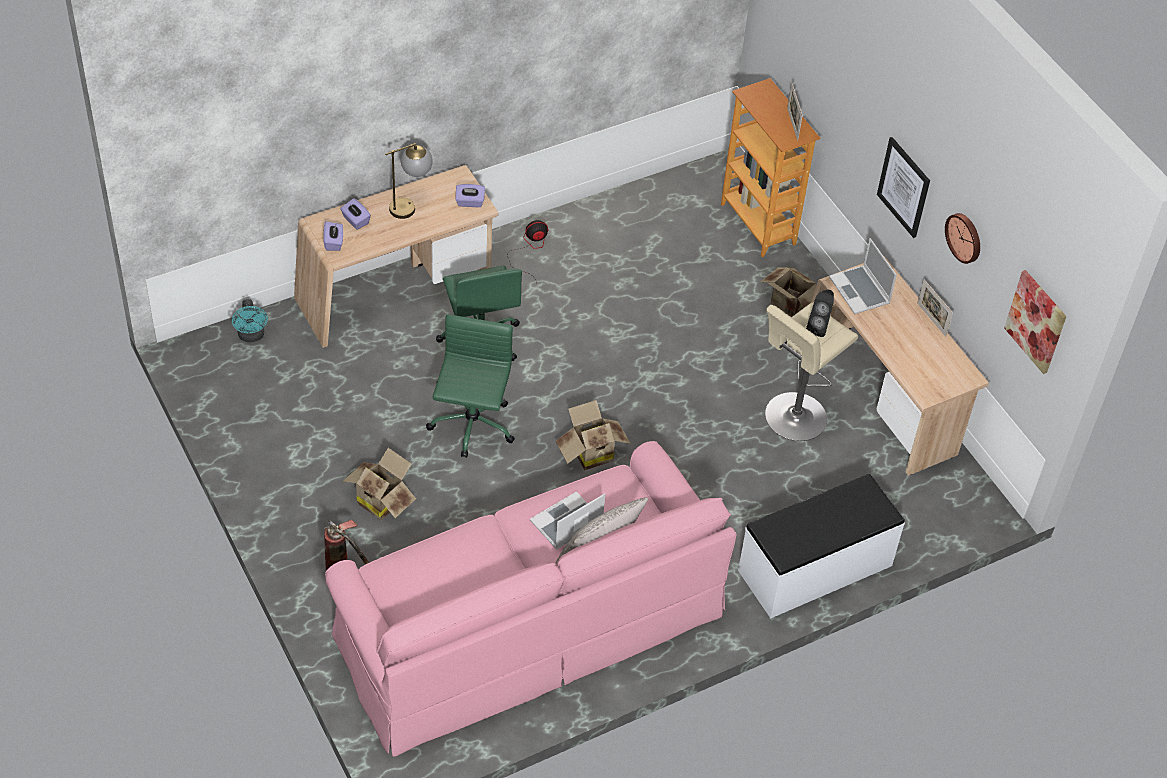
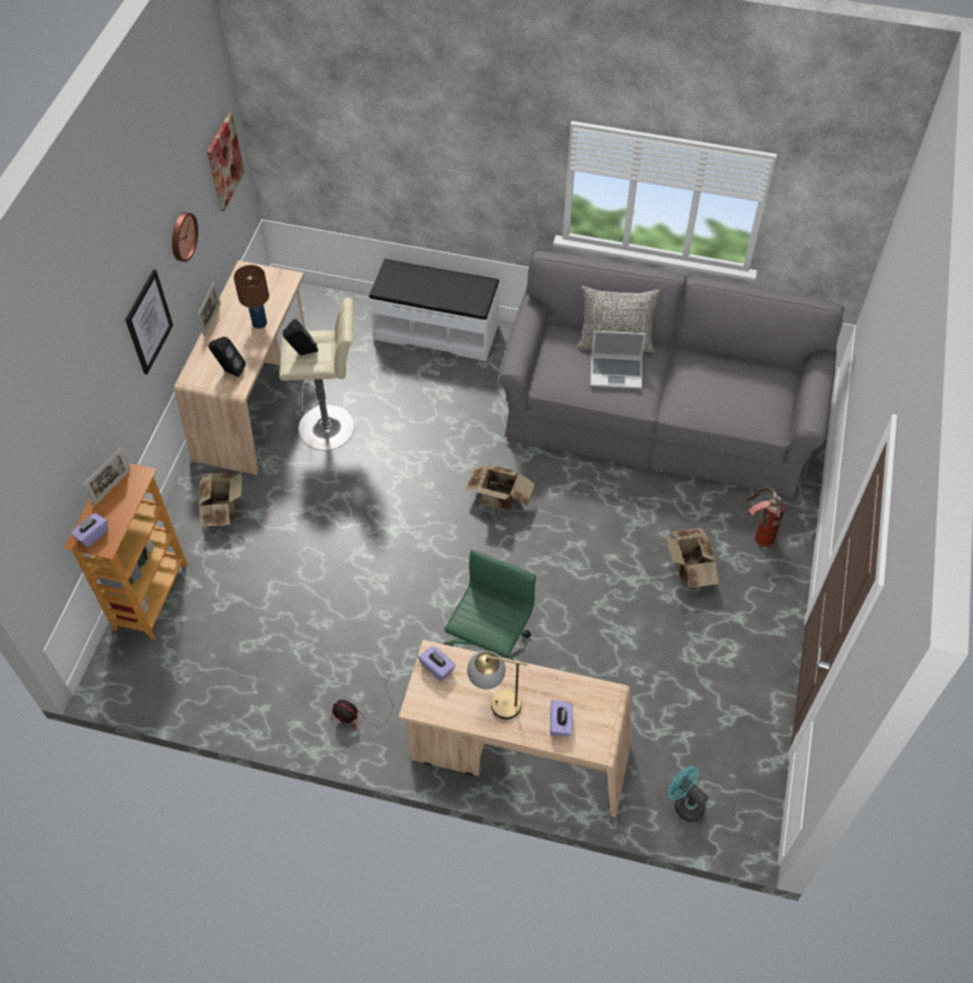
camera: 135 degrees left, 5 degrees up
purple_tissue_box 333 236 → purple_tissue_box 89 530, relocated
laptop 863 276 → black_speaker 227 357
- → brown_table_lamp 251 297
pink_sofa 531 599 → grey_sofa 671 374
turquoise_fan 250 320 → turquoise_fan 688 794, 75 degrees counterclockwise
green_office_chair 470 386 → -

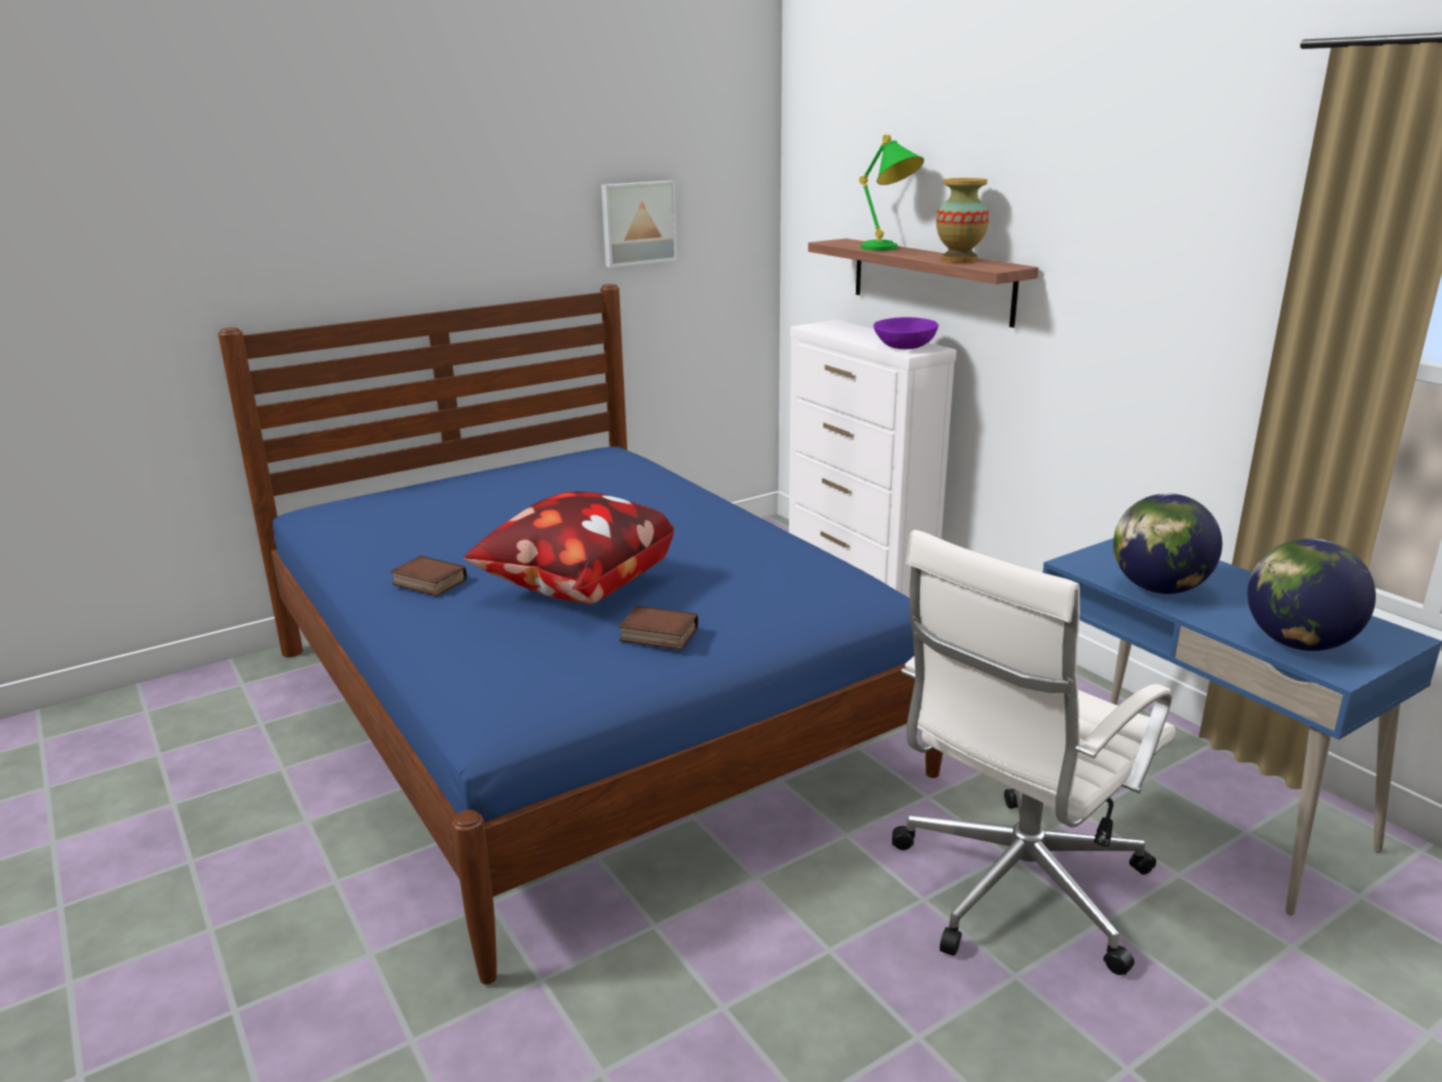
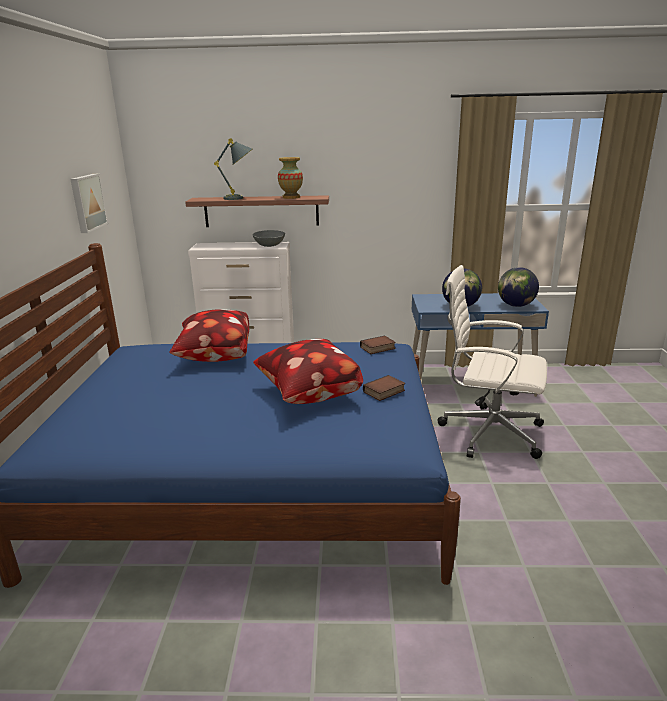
camera: 55 degrees left, 0 degrees up
- → pillow 209 335
green_table_lamp 891 193 → grey_table_lamp 233 169
purple_bowl 905 333 → grey_bowl 269 238
book 428 576 → book 378 345, relocated
white_office_chair 1033 752 → white_office_chair 492 362, 120 degrees clockwise

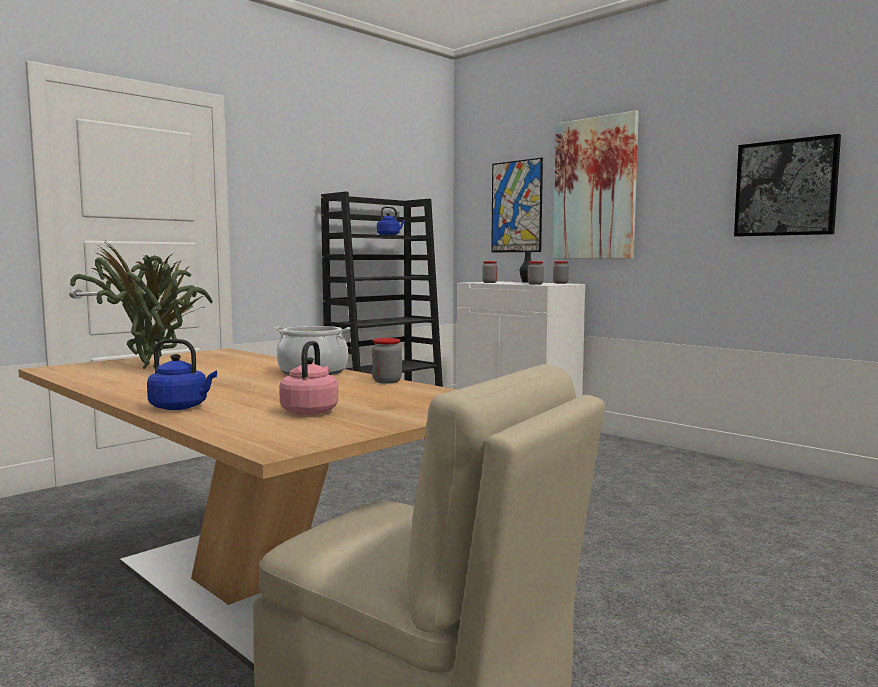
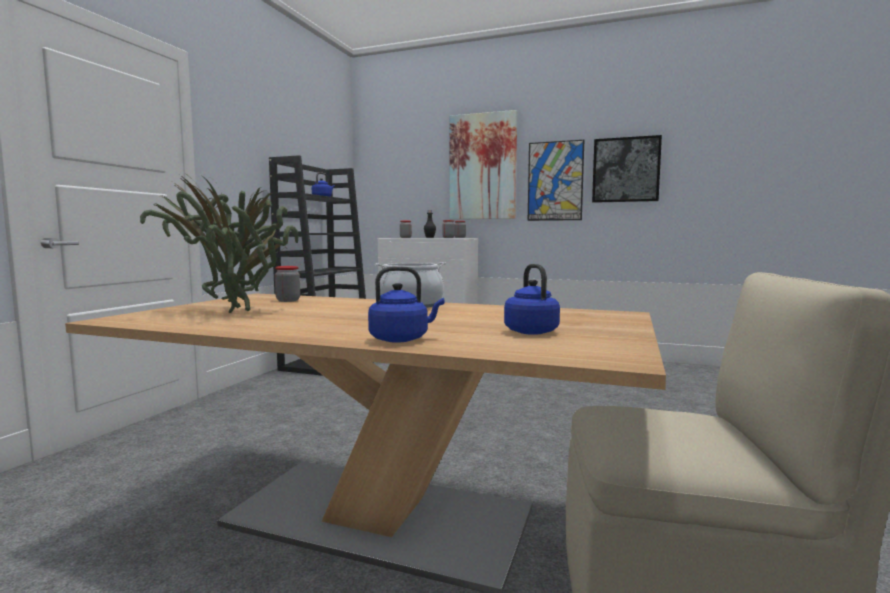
camera: 25 degrees left, 0 degrees up
jar 387 361 → jar 287 284, relocated
pink_kettle 308 378 → blue_kettle 532 299
picture 517 205 → picture 556 180, relocated

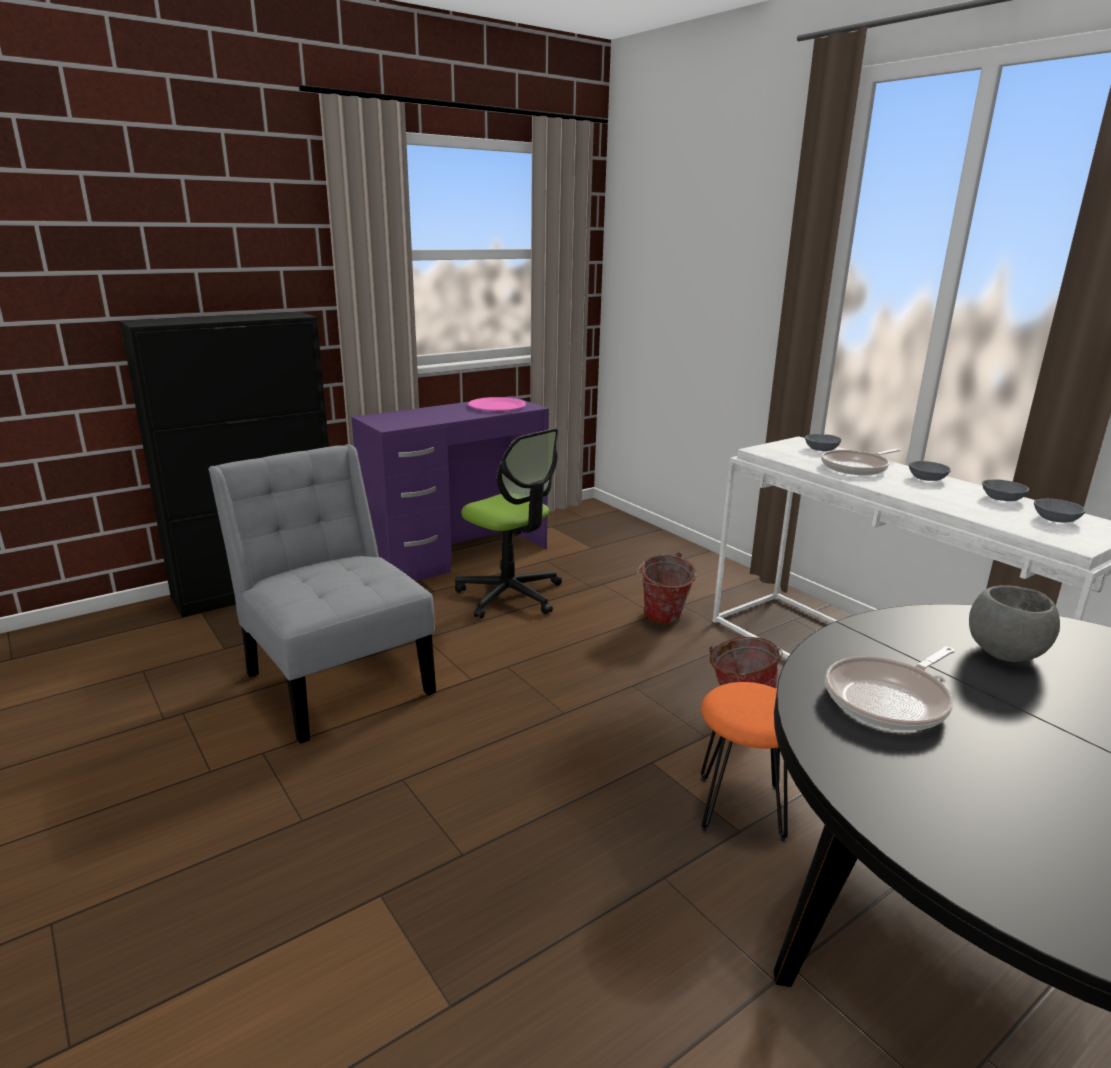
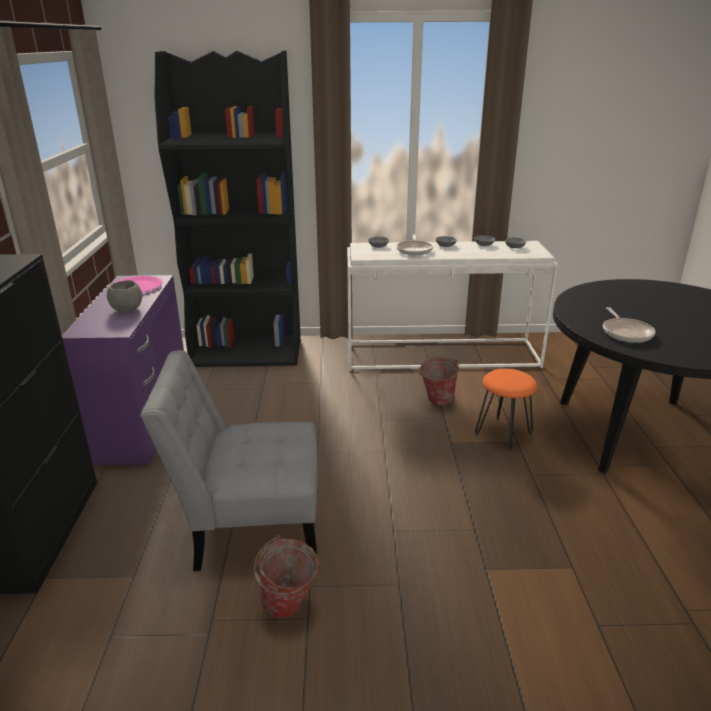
camera: 55 degrees left, 5 degrees up
grey_bowl 1014 623 → grey_bowl 124 296, relocated
- → black_bookcase 227 208
bucket 667 588 → bucket 287 577, relocated
office_chair 508 523 → -

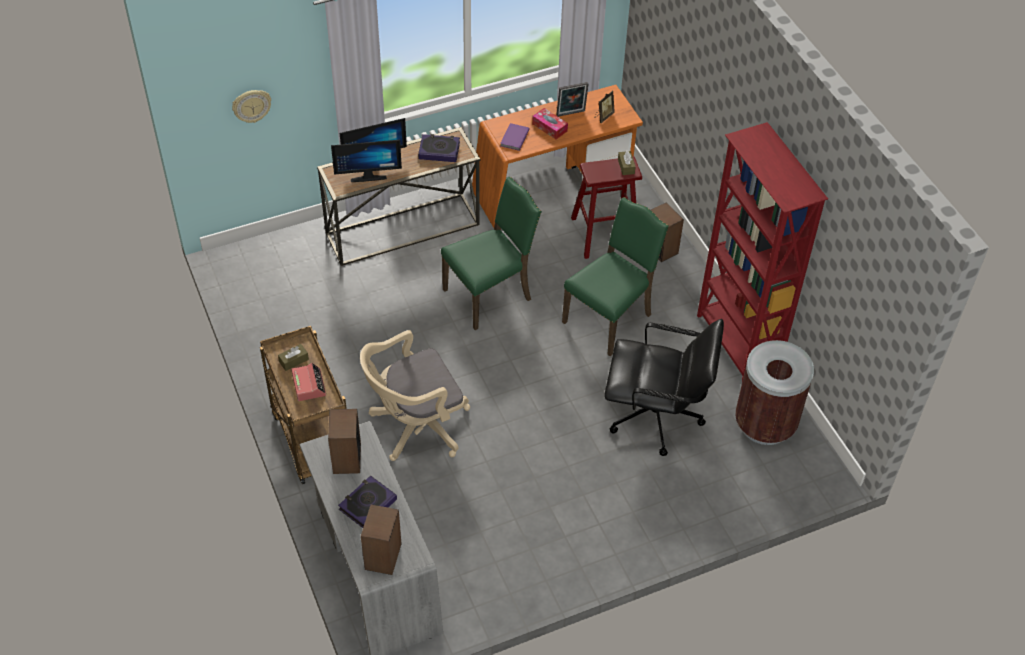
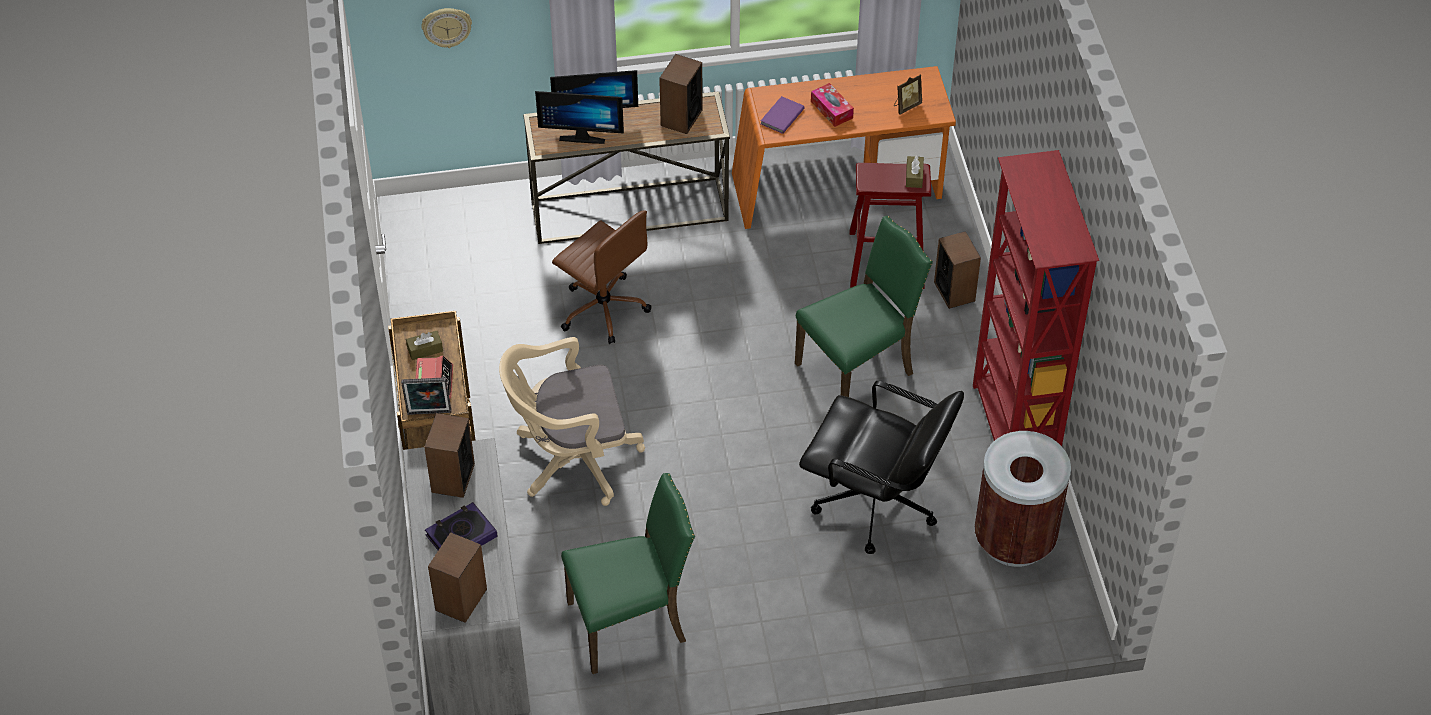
camera: 15 degrees right, 0 degrees up
picture_frame 572 99 → picture_frame 426 396, relocated
- → brown_office_chair 602 277
green_chair 491 253 → green_chair 628 573, relocated
book 439 148 → speaker 681 94

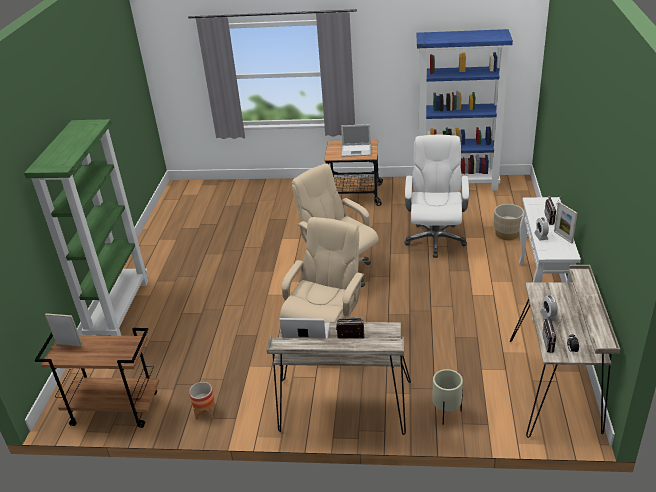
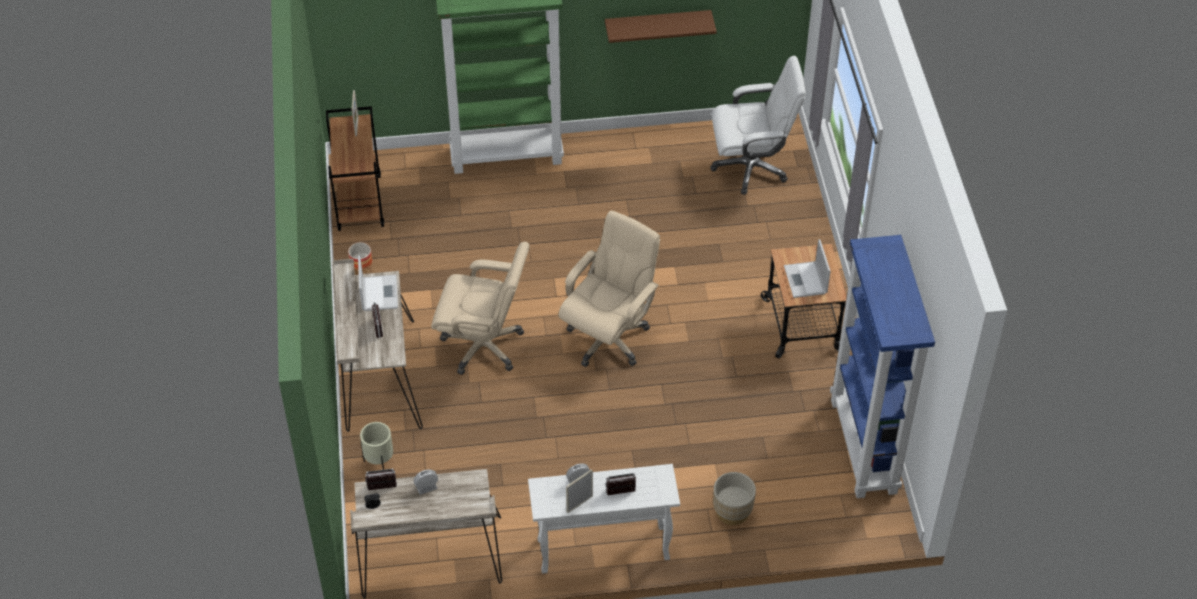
camera: 75 degrees right, 15 degrees up
- → brown_shelf 661 26
white_office_chair 436 196 → white_office_chair 758 125, relocated

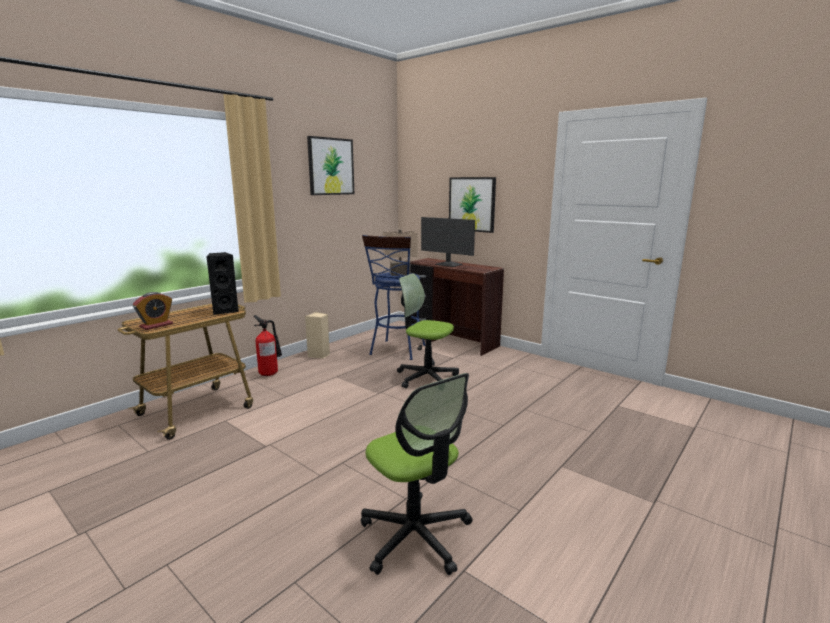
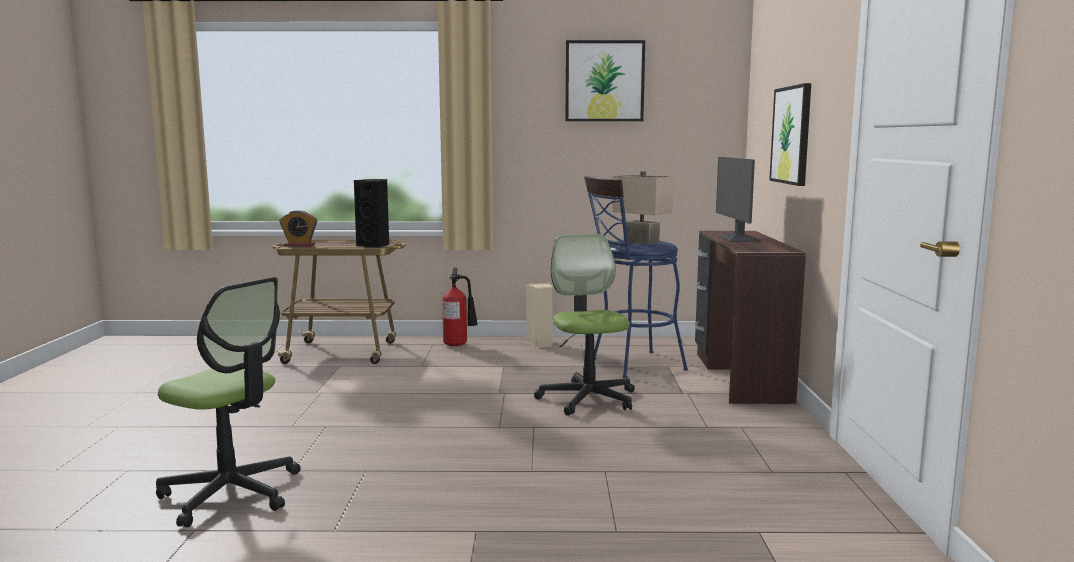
camera: 50 degrees right, 5 degrees down
office_chair 416 474 → office_chair 228 402, 75 degrees counterclockwise

